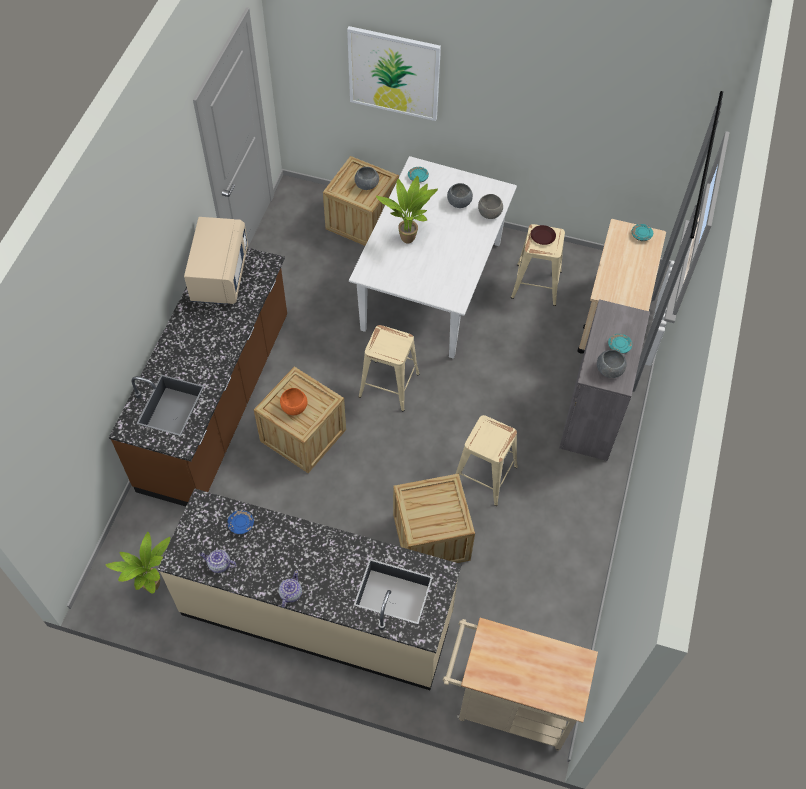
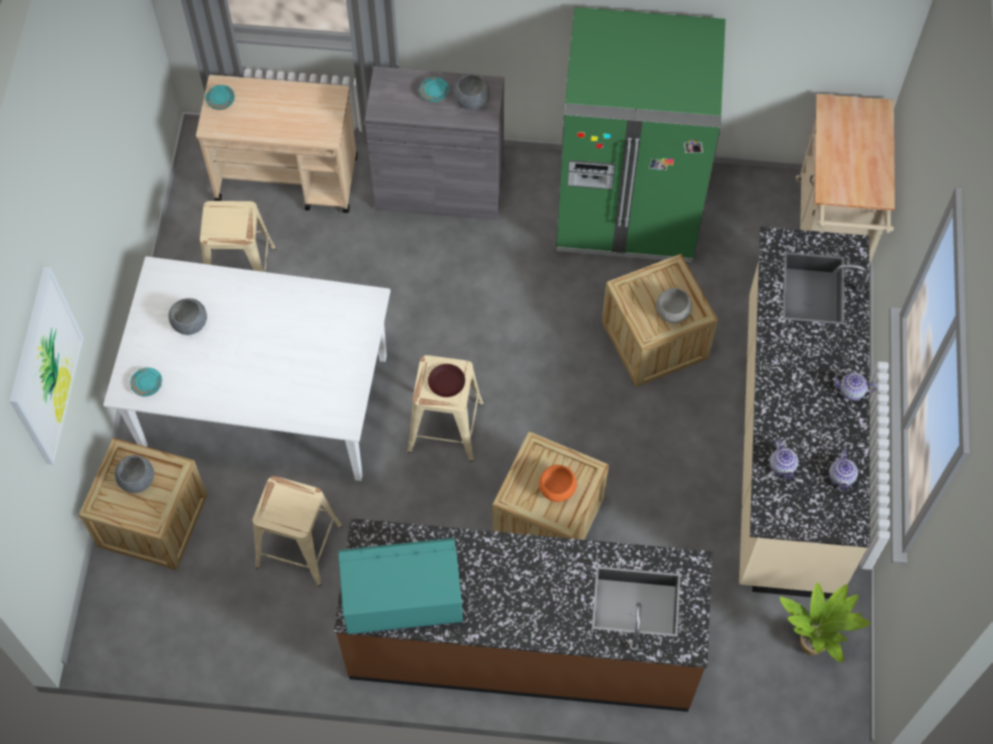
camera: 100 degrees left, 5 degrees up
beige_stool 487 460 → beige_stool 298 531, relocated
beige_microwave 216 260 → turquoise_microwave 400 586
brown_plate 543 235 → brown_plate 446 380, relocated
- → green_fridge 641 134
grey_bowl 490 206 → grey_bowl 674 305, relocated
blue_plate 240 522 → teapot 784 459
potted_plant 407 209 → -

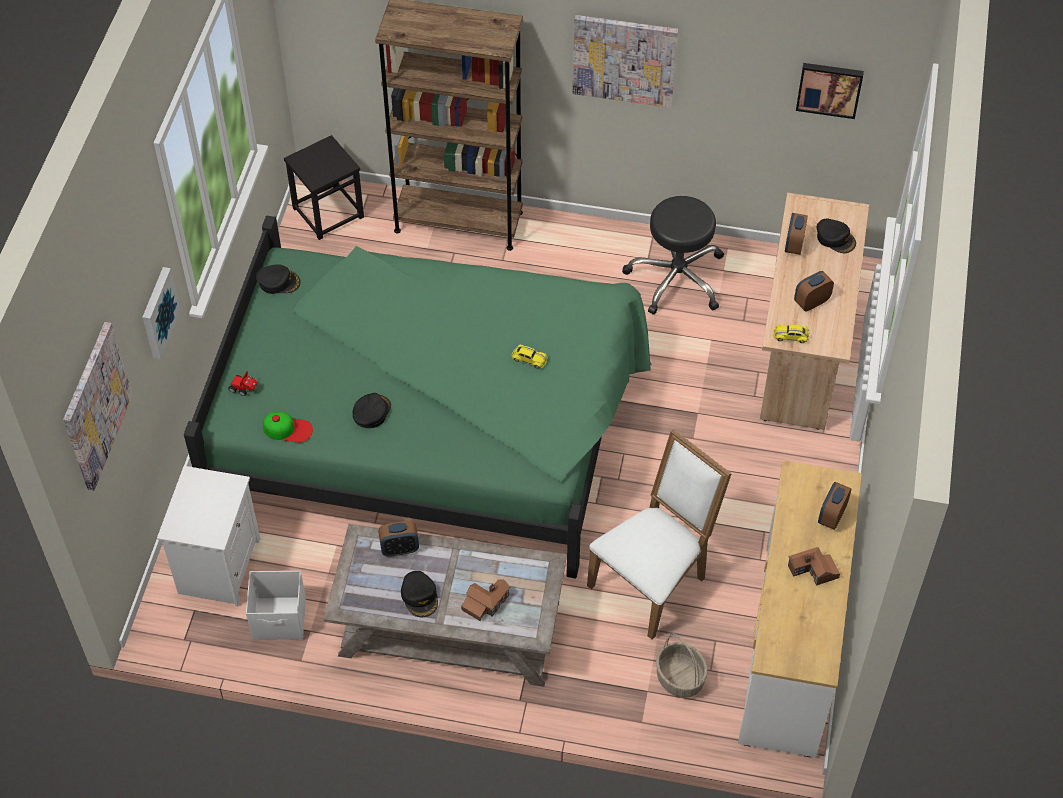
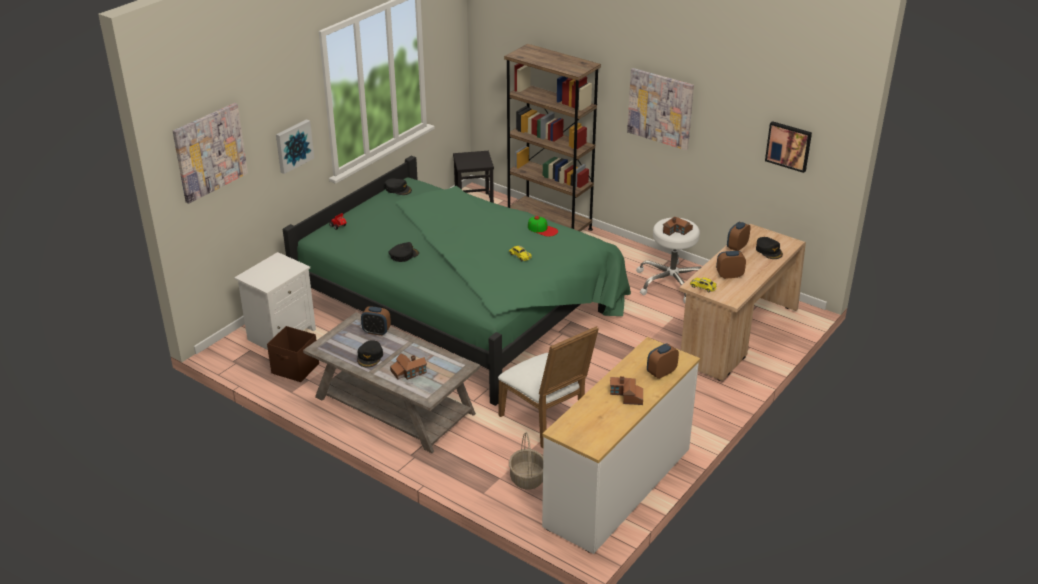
camera: 25 degrees right, 20 degrees down
white_storage_box 276 605 → brown_storage_box 293 354
white_chair 659 534 → white_chair 548 387, 75 degrees clockwise
cap 288 427 → cap 543 226, relocated
black_stool 673 255 → white_stool 668 260
- → toy_house 678 226

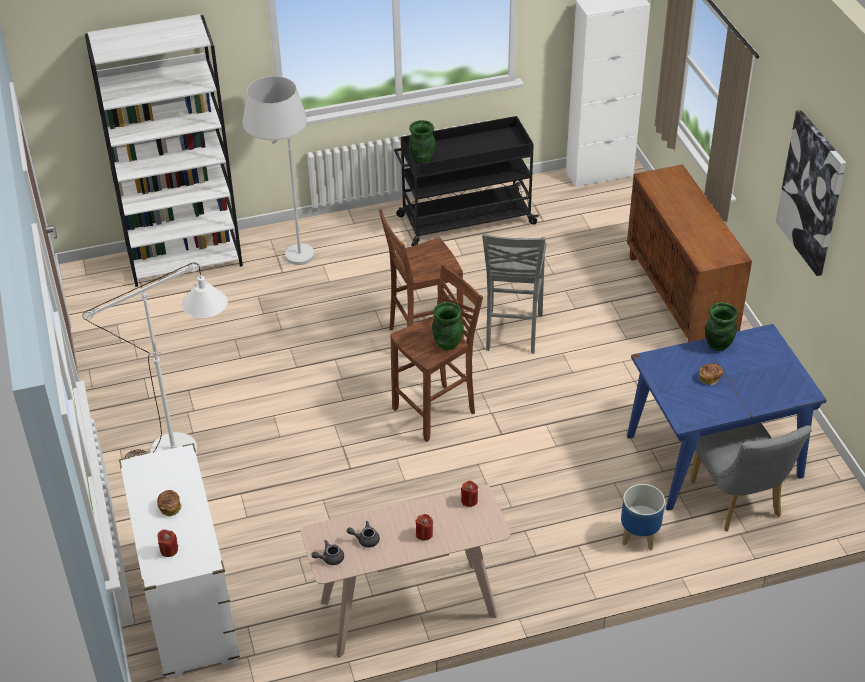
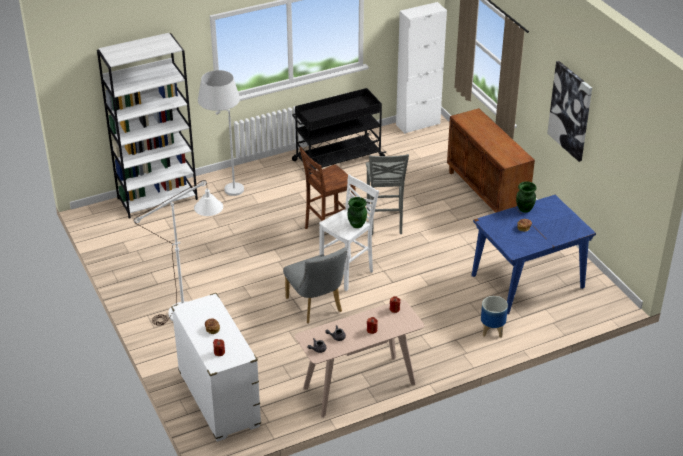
camera: 10 degrees left, 5 degrees down
grey_chair 751 477 → grey_chair 315 285, relocated
brown_stool 436 353 → white_stool 349 232
green_vase 422 141 → -

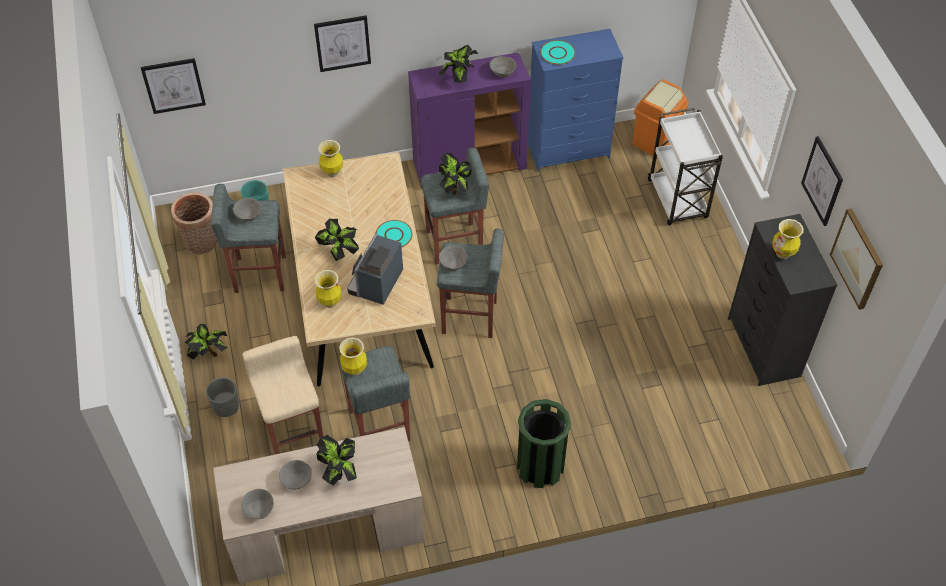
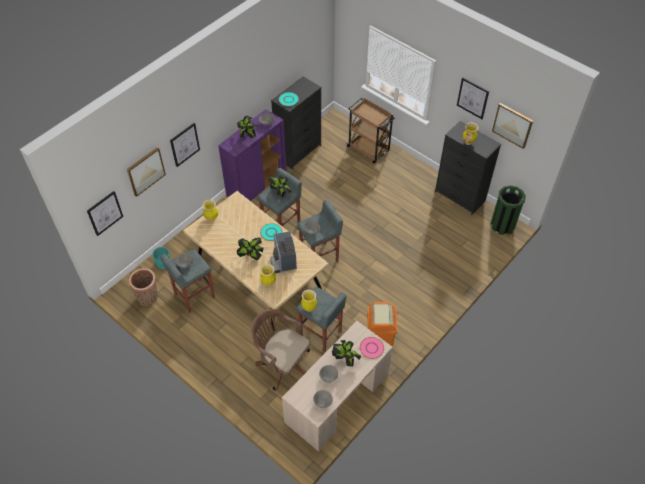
camera: 35 degrees left, 0 degrees up
- → picture 146 172
beige_stool 282 395 → brown_office_chair 281 349
blue_dresser 575 100 → black_dresser 296 123
white_cart 685 166 → brown_cart 370 131
- → pink_plate 372 348
orange_trash_can 660 117 → orange_trash_can 382 324, relocated
green_trash_can 544 443 → green_trash_can 508 210, relocated
potted_plant 206 342 → -
grey_planter 222 397 → -

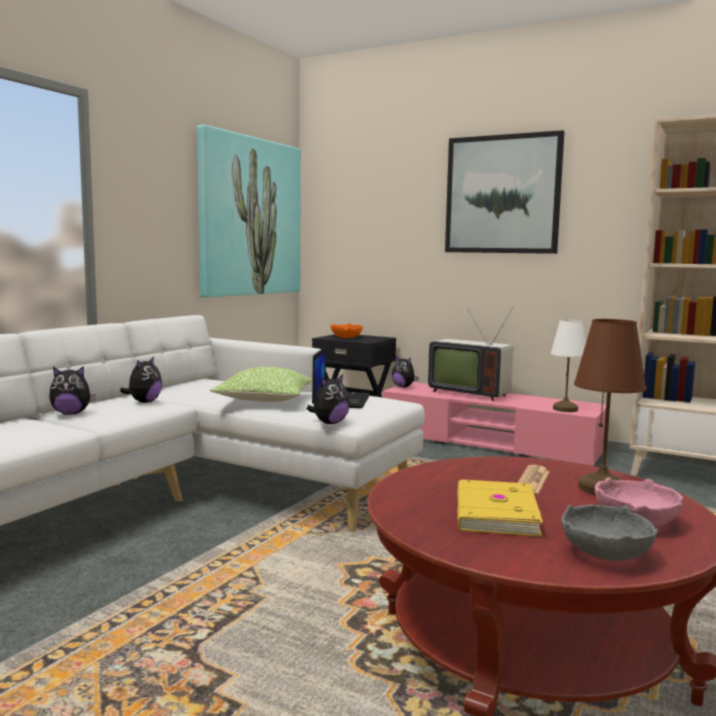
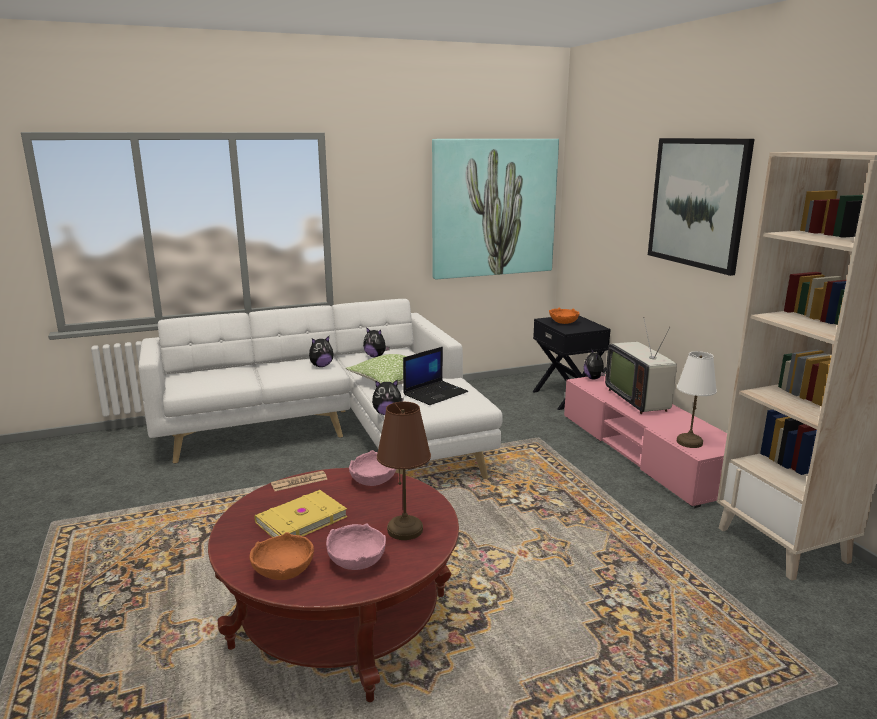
camera: 40 degrees right, 10 degrees up
grey_bowl 609 532 → orange_bowl 281 556
newspaper 534 479 → newspaper 299 481, relocated
- → pink_bowl 372 468
plush_toy 72 390 → plush_toy 376 342, relocated

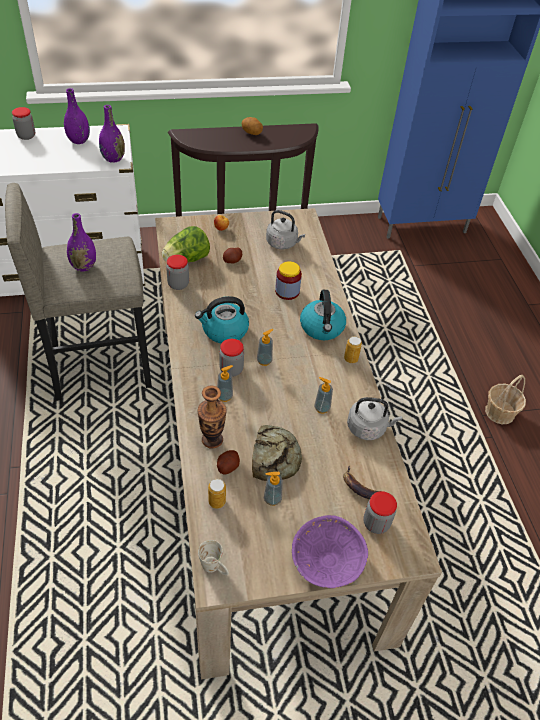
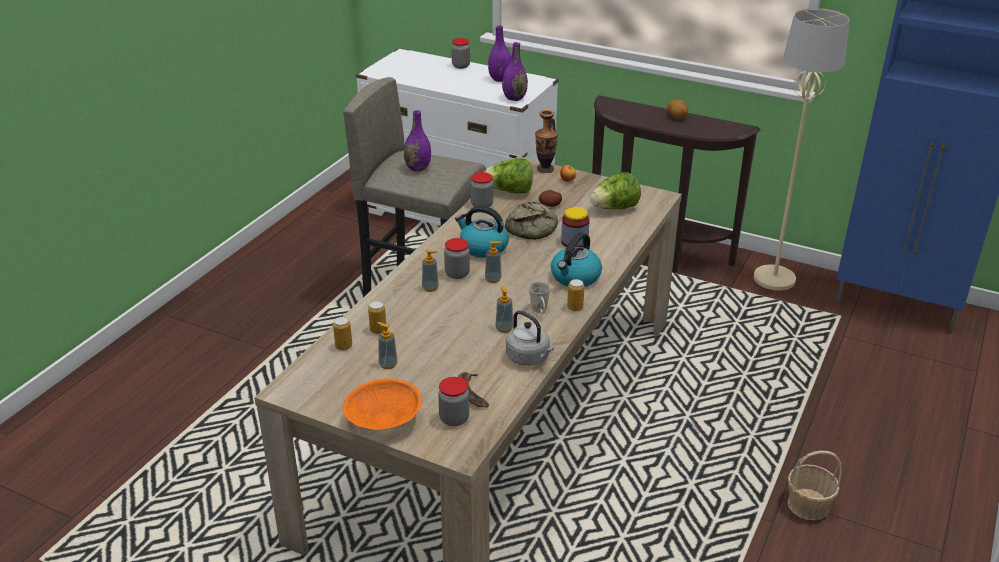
camera: 40 degrees right, 15 degrees down
purple_bowl 330 551 → orange_bowl 382 404
potato 228 462 → can 377 317
bread 277 453 → bread 531 221, relocated
white_mug 213 557 → white_mug 539 298, relocated
vase 212 417 → vase 546 141, relocated
grey_kettle 285 229 → lettuce 615 190
- → beige_floor_lamp 802 149

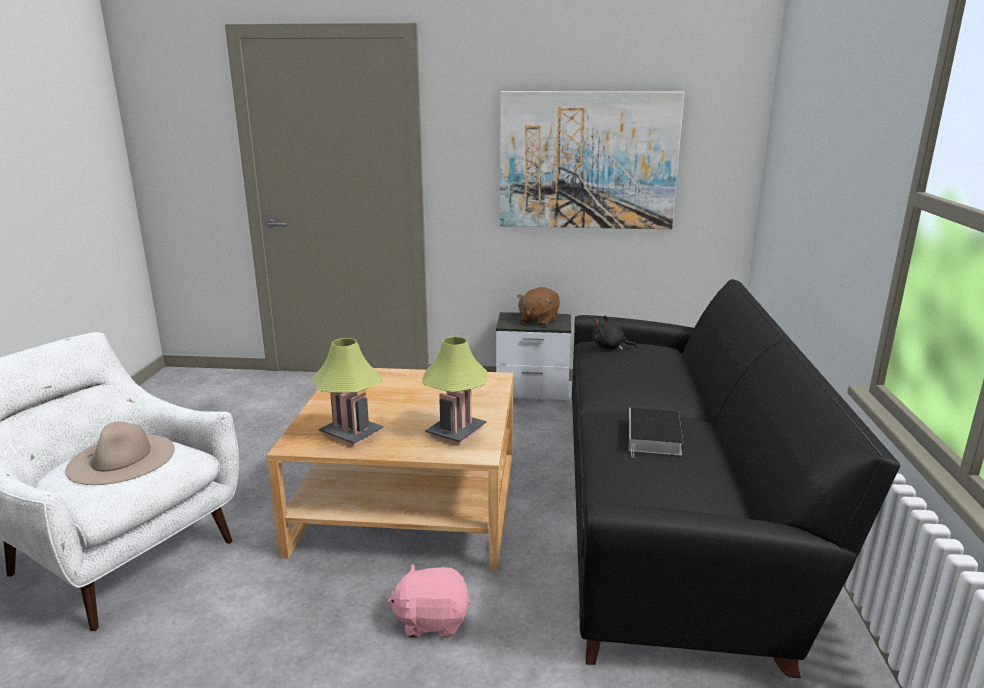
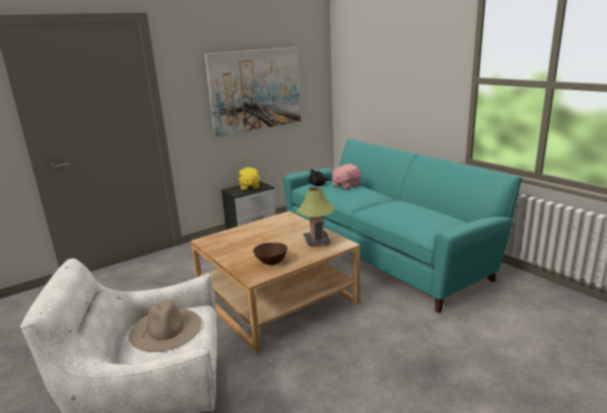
camera: 40 degrees left, 0 degrees up
brown_plush_toy 538 306 → yellow_plush_toy 249 179
table_lamp 347 392 → brown_bowl 270 254
black_sofa 736 478 → turquoise_sofa 402 226
pink_plush_toy 429 601 → pink_plush_toy 346 177, relocated
book 655 433 → -

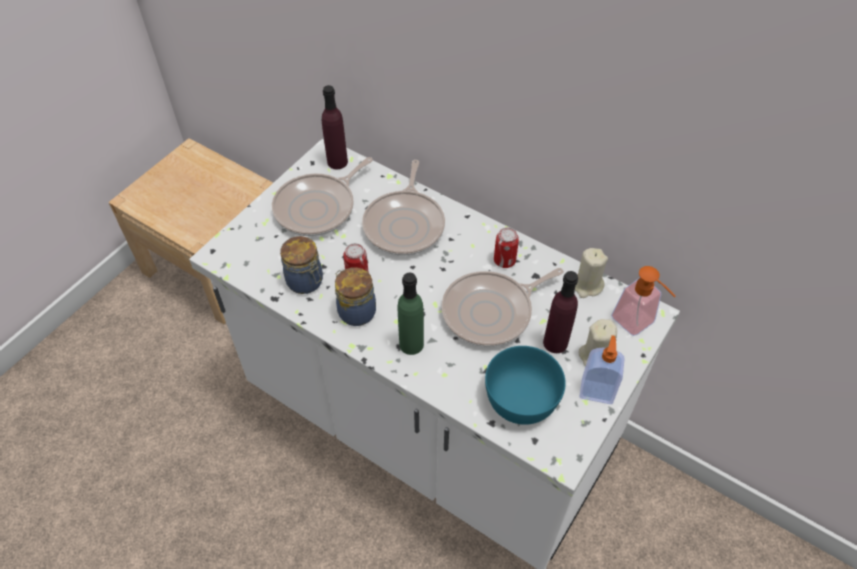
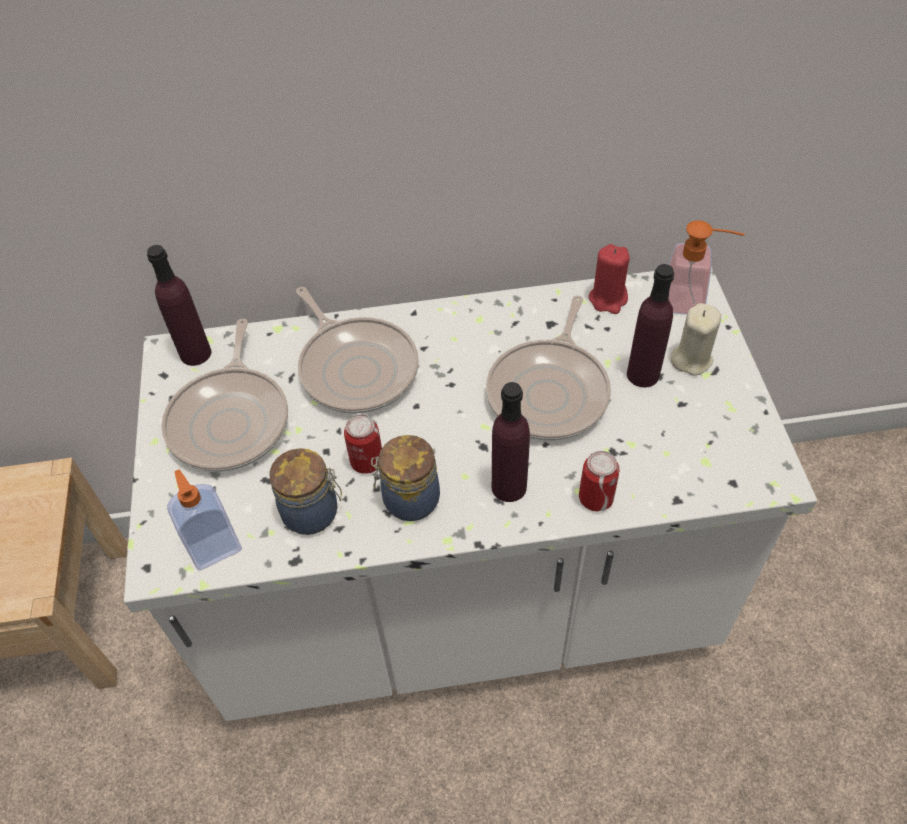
camera: 40 degrees left, 0 degrees up
soap_dispenser 602 369 → soap_dispenser 204 520, relocated
green_bottle 411 313 → purple_bottle 511 442
can 506 247 → can 599 481, relocated
beige_candle 591 273 → red_candle 609 279
turquoise_bowl 525 385 → -

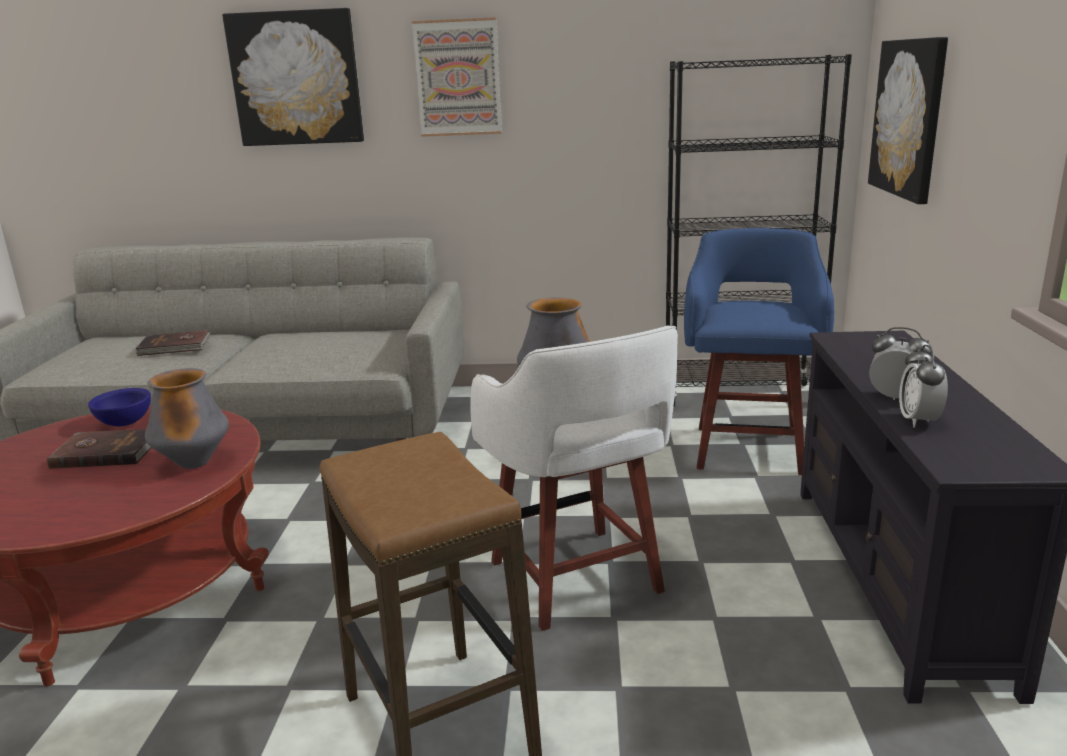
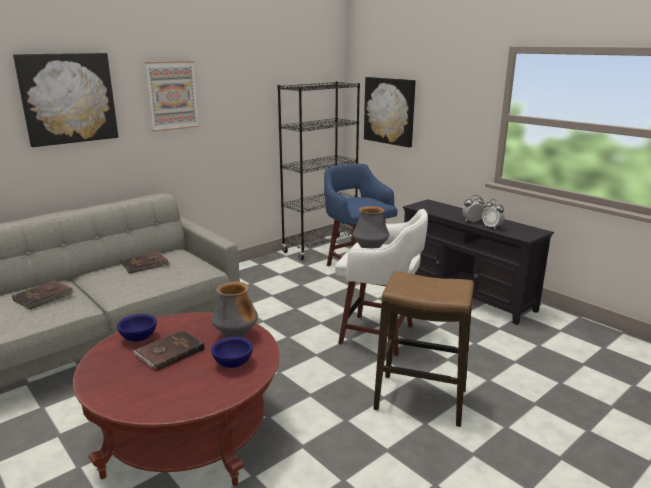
camera: 45 degrees left, 0 degrees up
- → brown_book 145 262
- → blue_bowl 232 352

